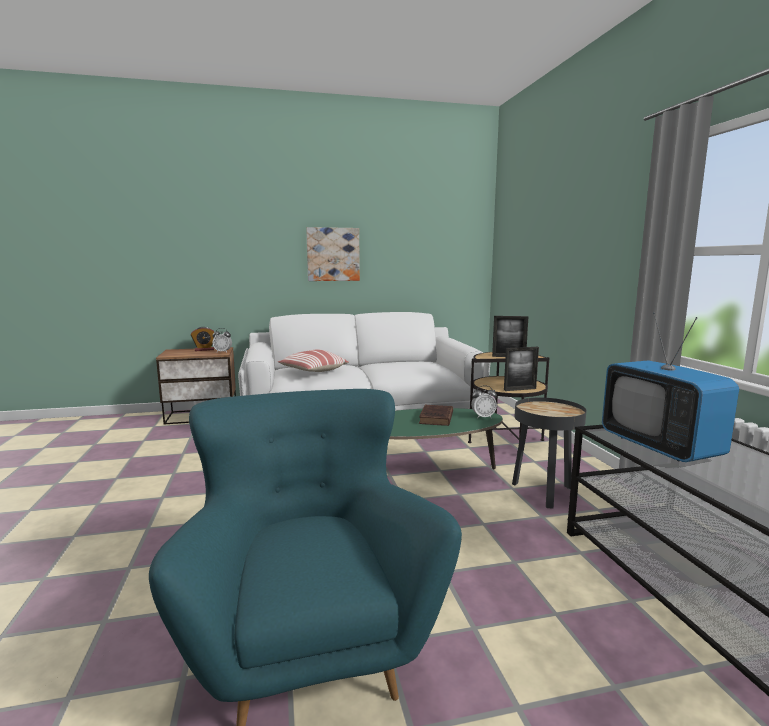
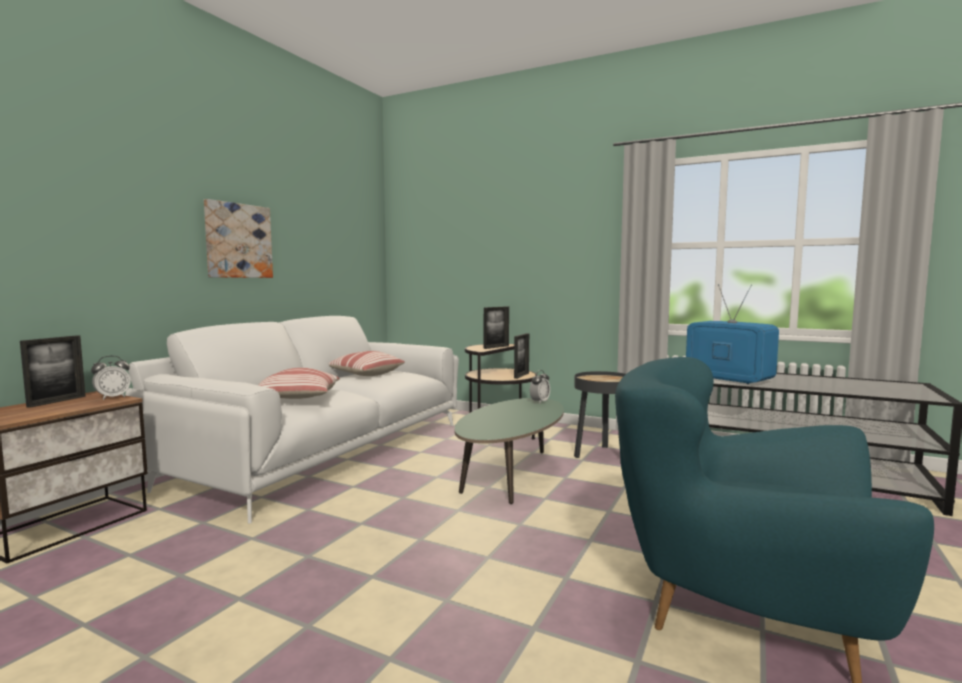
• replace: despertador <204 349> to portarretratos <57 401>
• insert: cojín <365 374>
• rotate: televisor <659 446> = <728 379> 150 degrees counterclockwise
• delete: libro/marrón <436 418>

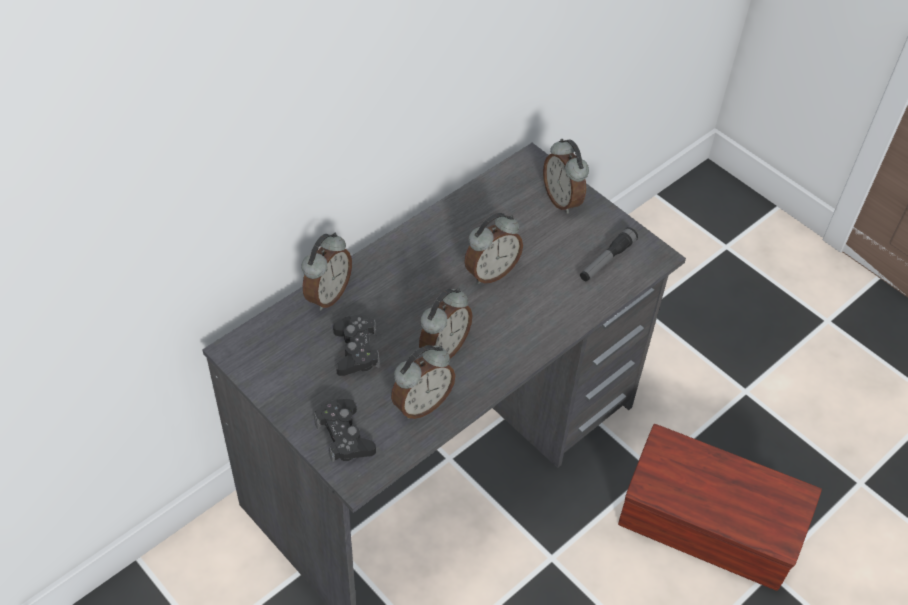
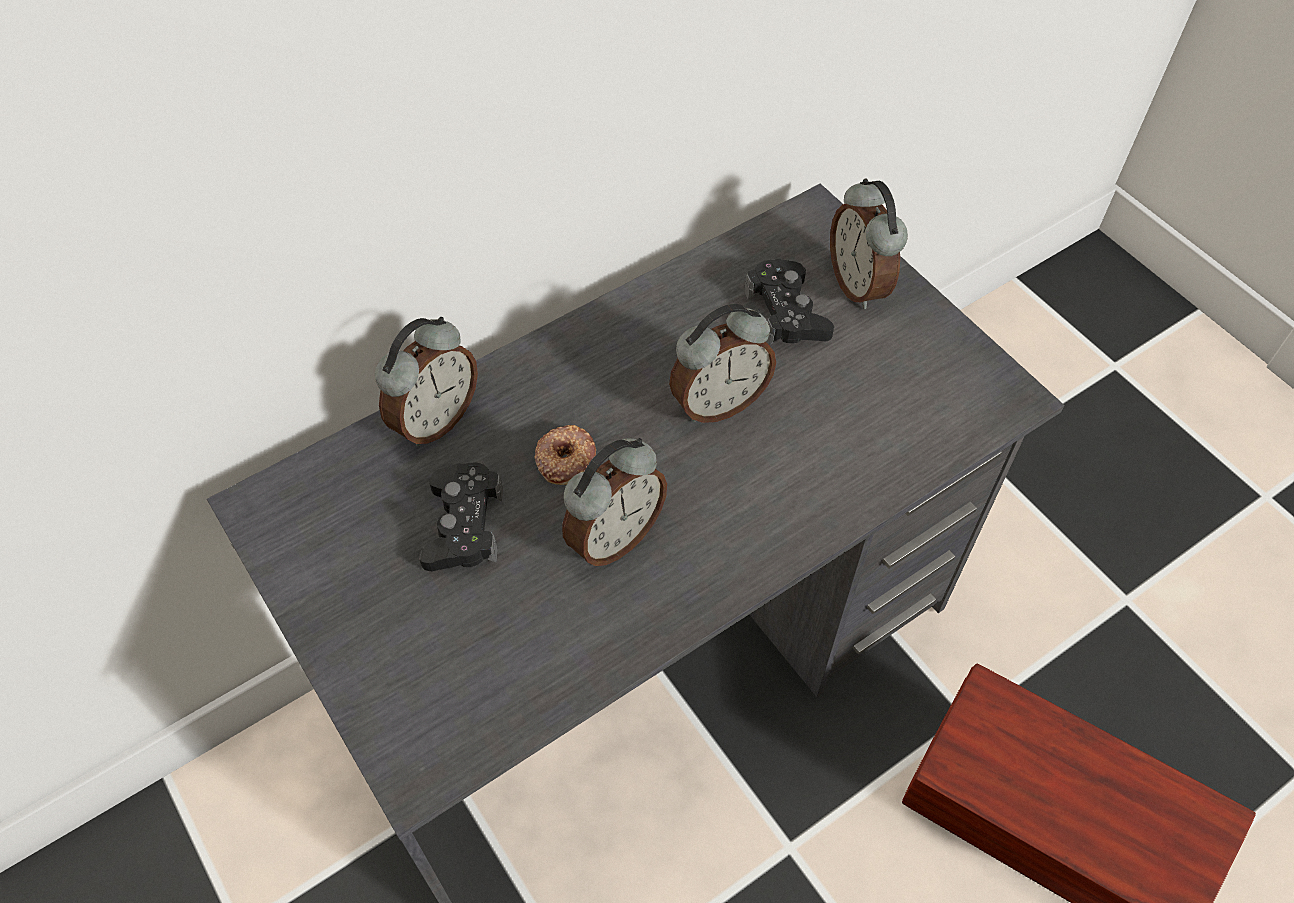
• insert: rosquilla <565 459>
• move: mando de consola/negro <344 436> to <787 313>
• delete: despertador <421 404>
• delete: linterna <607 260>

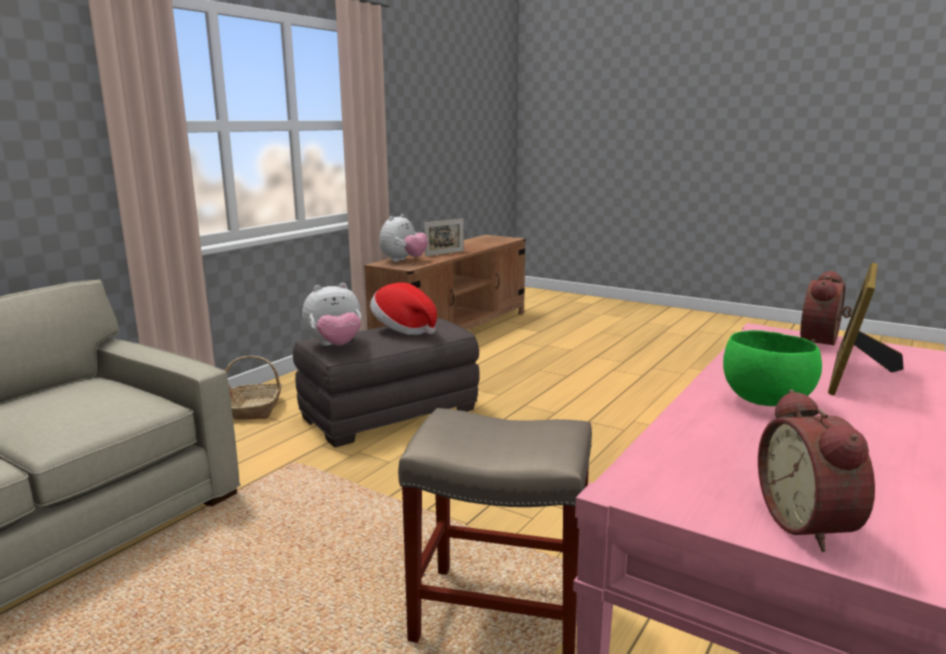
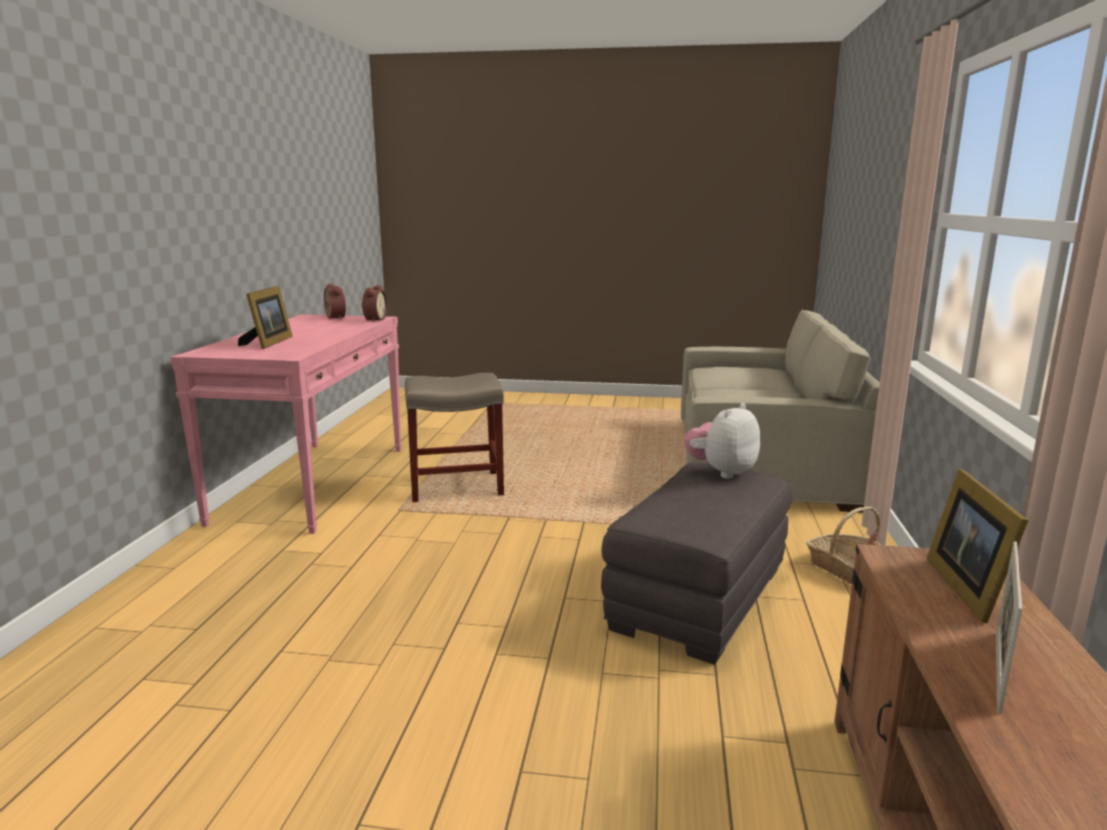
• move: despertador <823 342> to <374 320>
• replace: peluche <403 261> to portarretratos <969 587>
• delete: sombrero <403 329>
• delete: cuenco/verde <764 401>

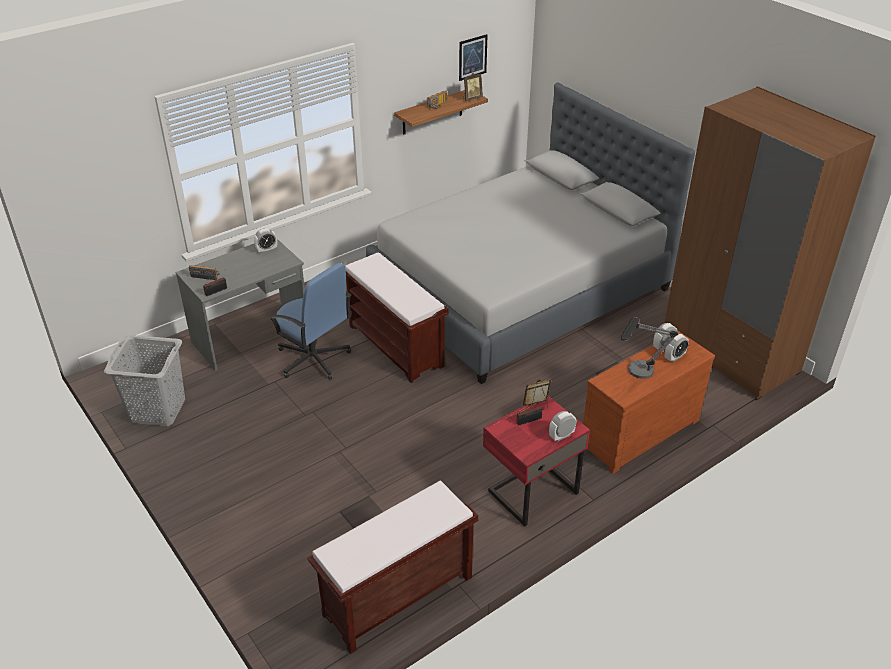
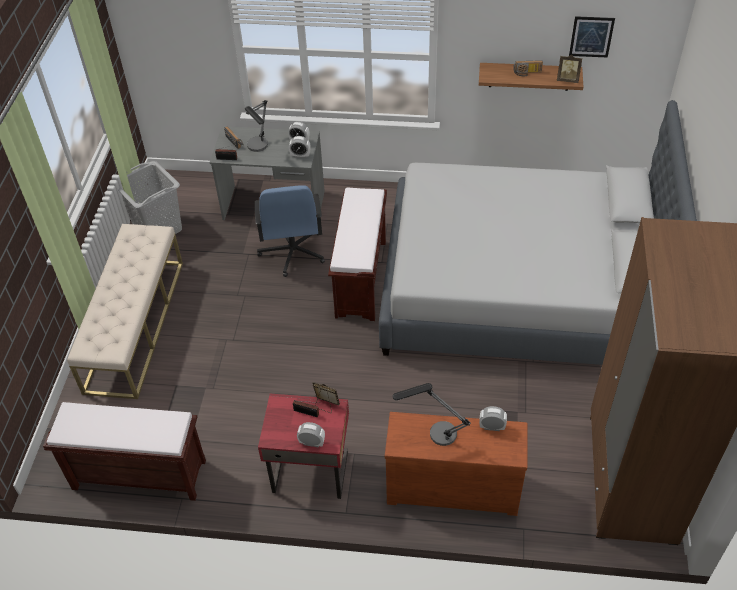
• insert: banco/beis <135 325>
• insert: lámpara de mesa <259 148>
• move: despertador <674 357> to <300 155>

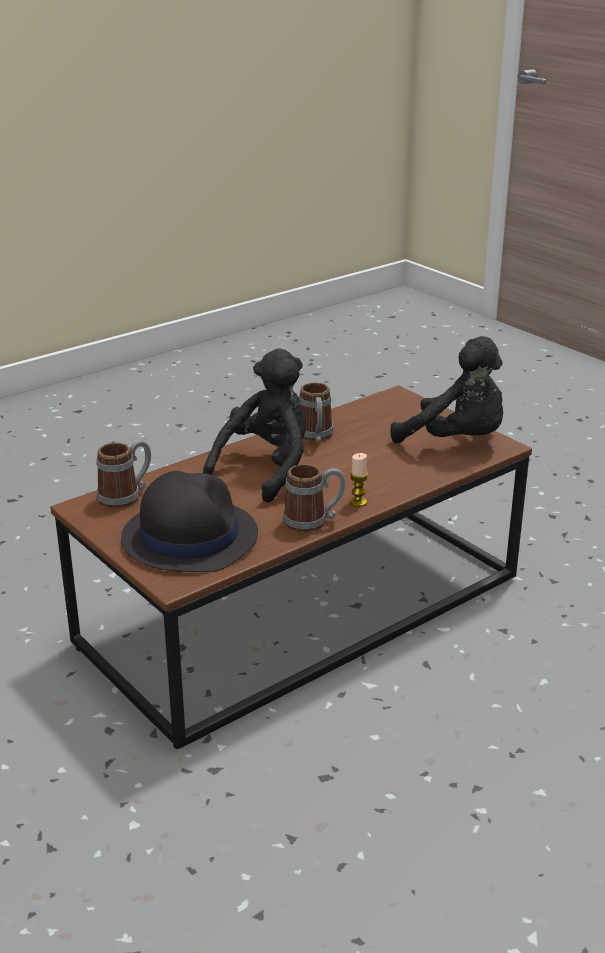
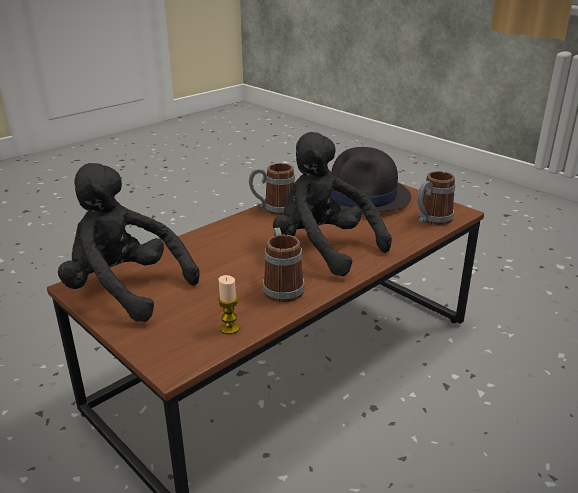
• move: vela <358 502> to <229 328>
• rotate: peluche/negro <266 469> = <323 248> 105 degrees clockwise

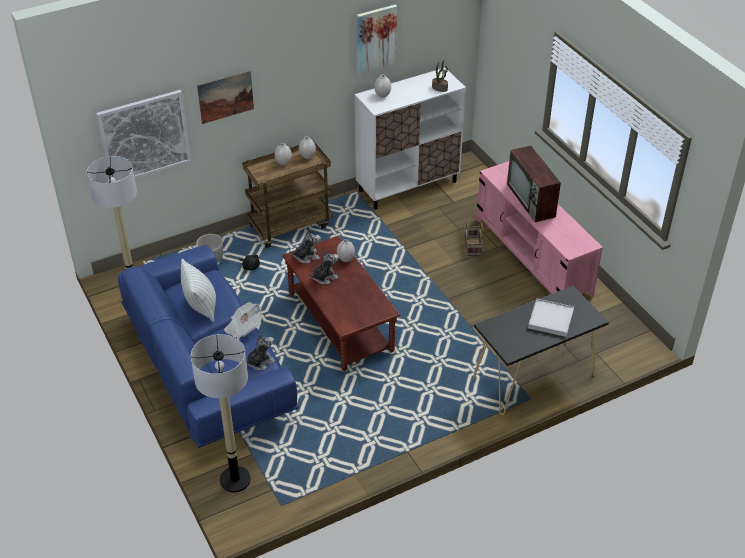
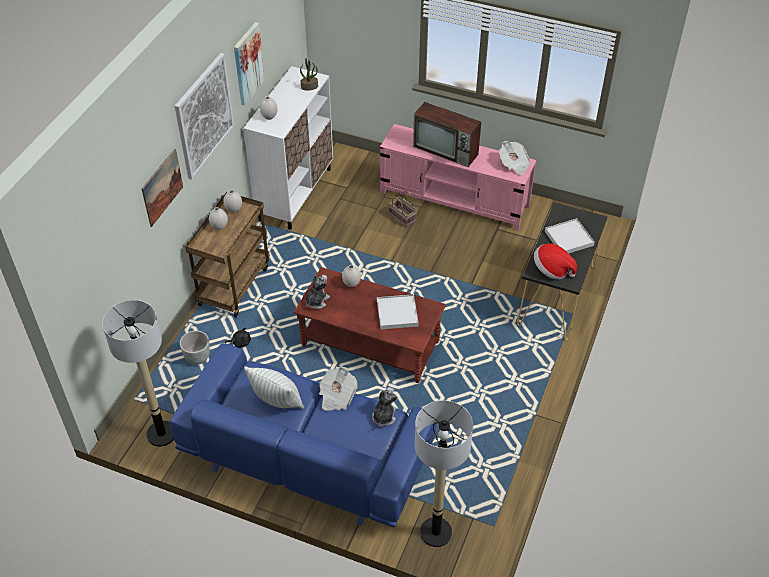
• move: cuadro <144 137> to <204 116>
• insert: bandeja/blanco <397 313>
• insert: periódico <514 165>
• insert: sombrero <552 270>
• delete: peluche <324 277>

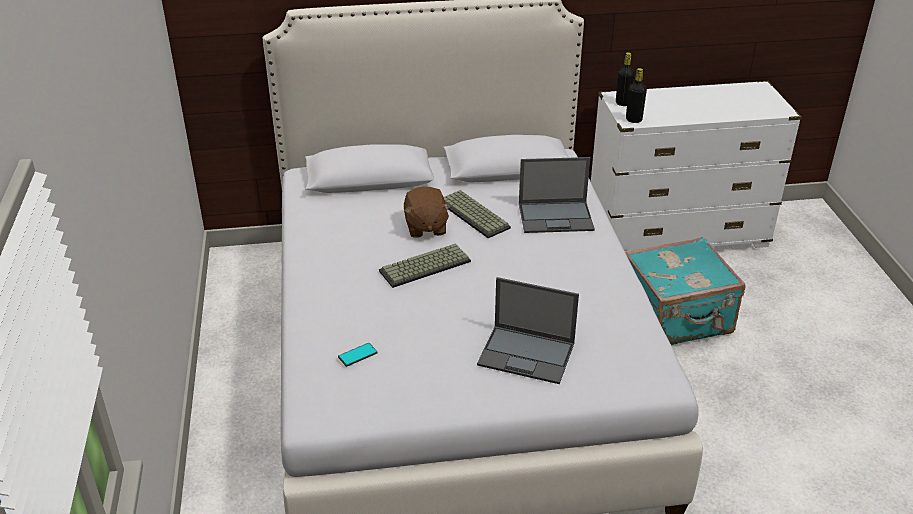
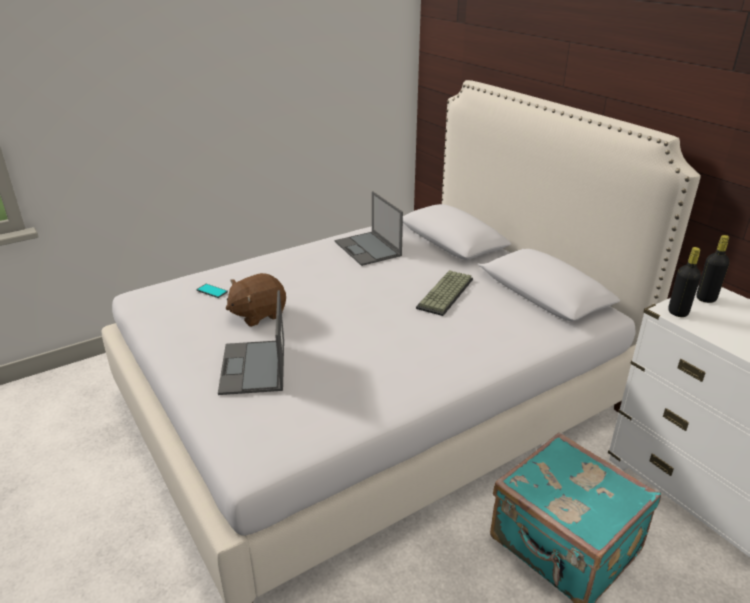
• move: peluche/marrón <425 227> to <258 314>
• move: portátil <556 217> to <368 249>
• delete: teclado <425 267>

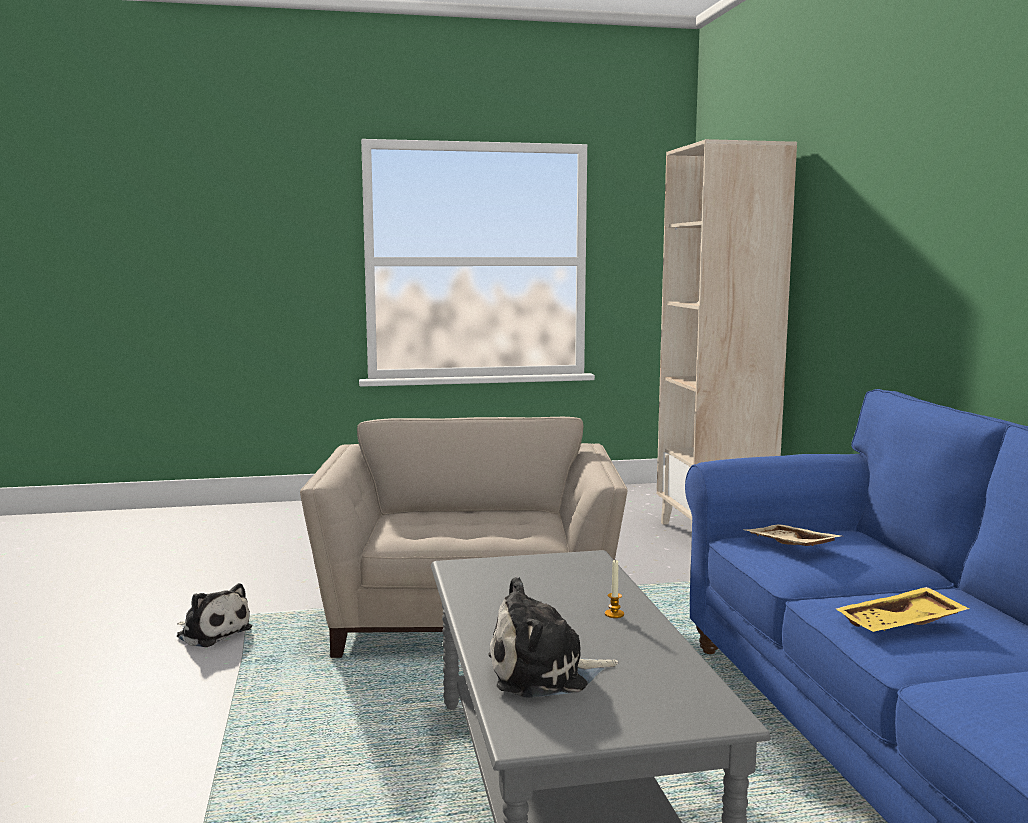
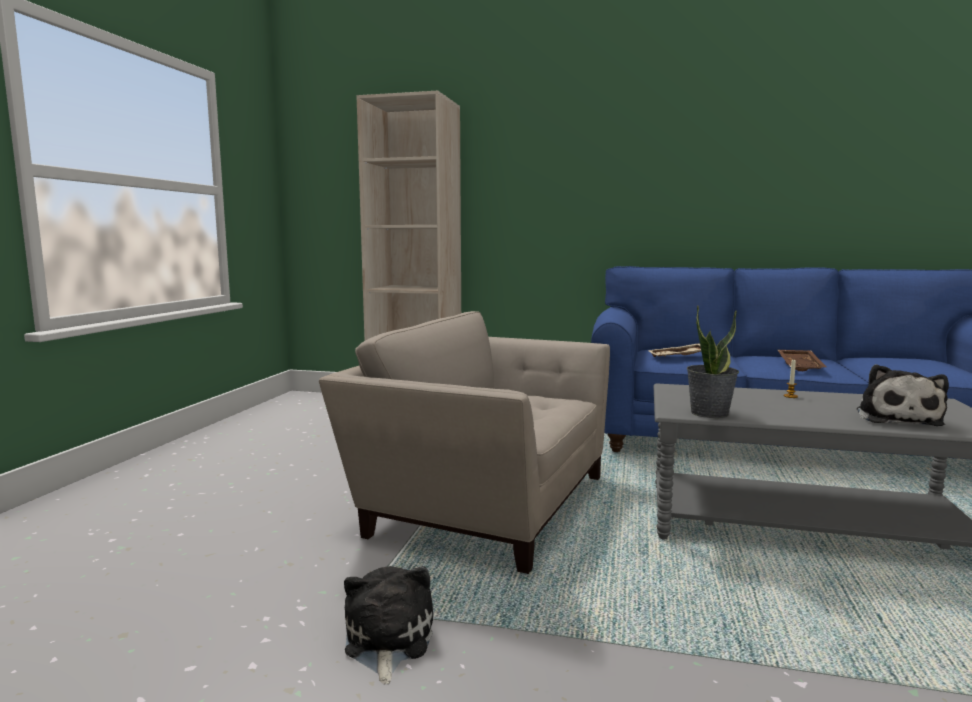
• rotate: peluche <212 632> = <387 641> 60 degrees counterclockwise
• insert: planta en maceta <709 413>
• recolor: bandeja/amarillo <901 625> to bandeja/marrón <801 366>

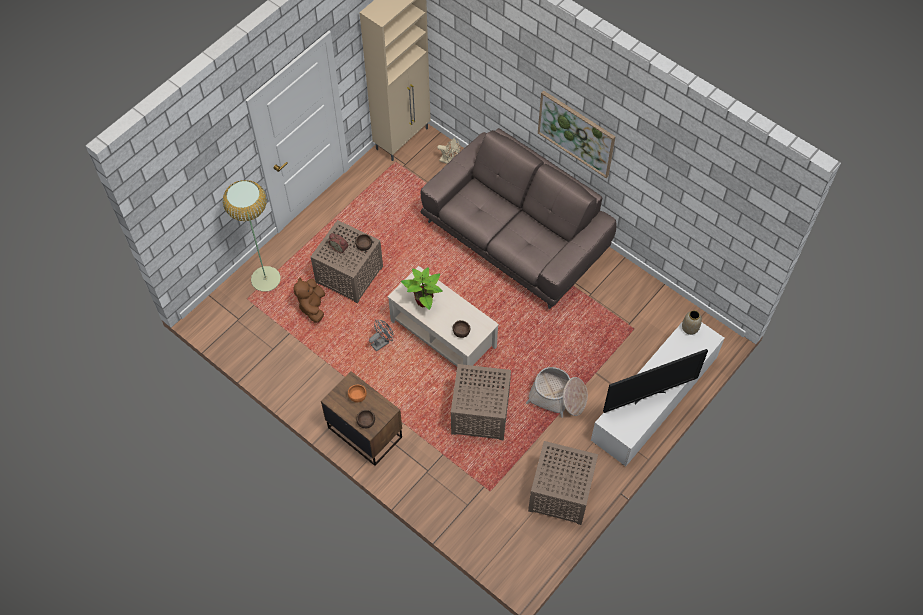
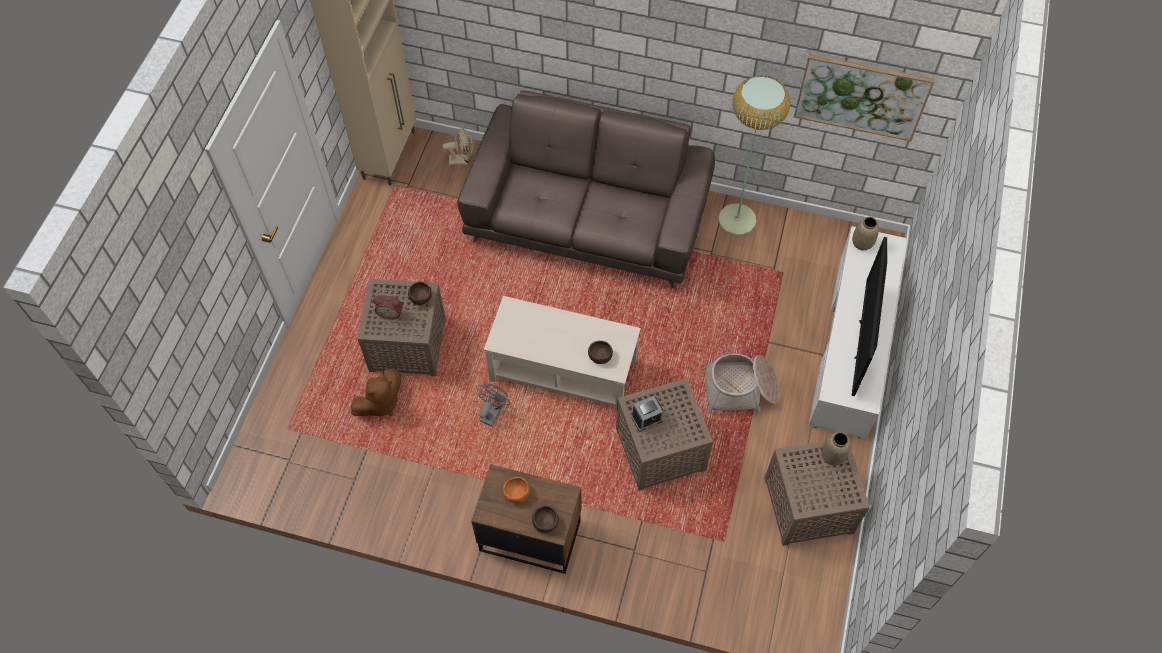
• rotate: peluche/marrón <312 306> = <380 403> 105 degrees counterclockwise
• insert: despertador <647 418>
• move: lámpara de pie <266 279> to <737 219>
• move: cuadro <576 133> to <861 96>
• insert: florero <832 456>
• rotate: televisor <649 395> = <861 340> 150 degrees clockwise
• delete: planta en maceta <424 301>

